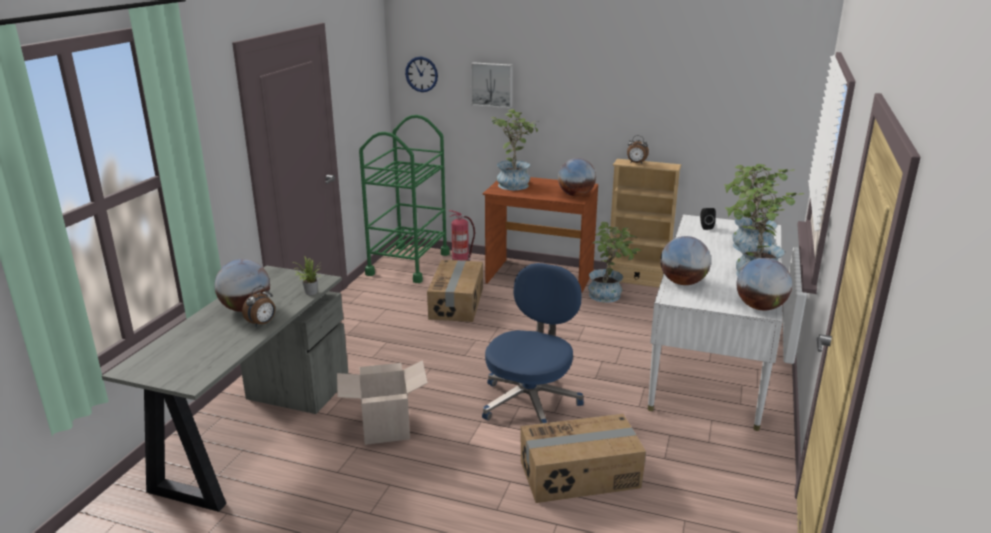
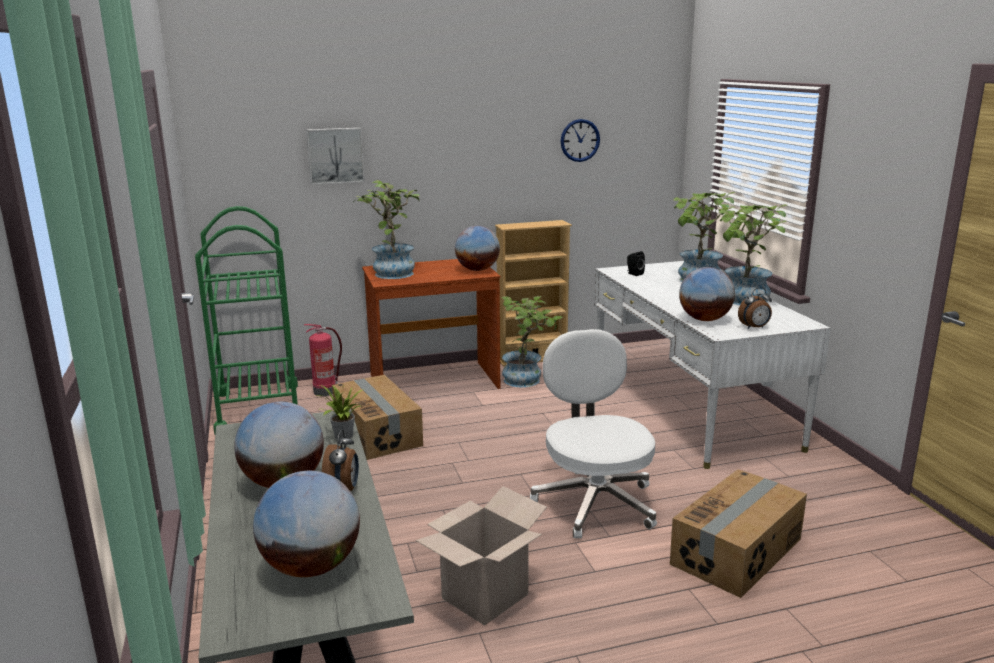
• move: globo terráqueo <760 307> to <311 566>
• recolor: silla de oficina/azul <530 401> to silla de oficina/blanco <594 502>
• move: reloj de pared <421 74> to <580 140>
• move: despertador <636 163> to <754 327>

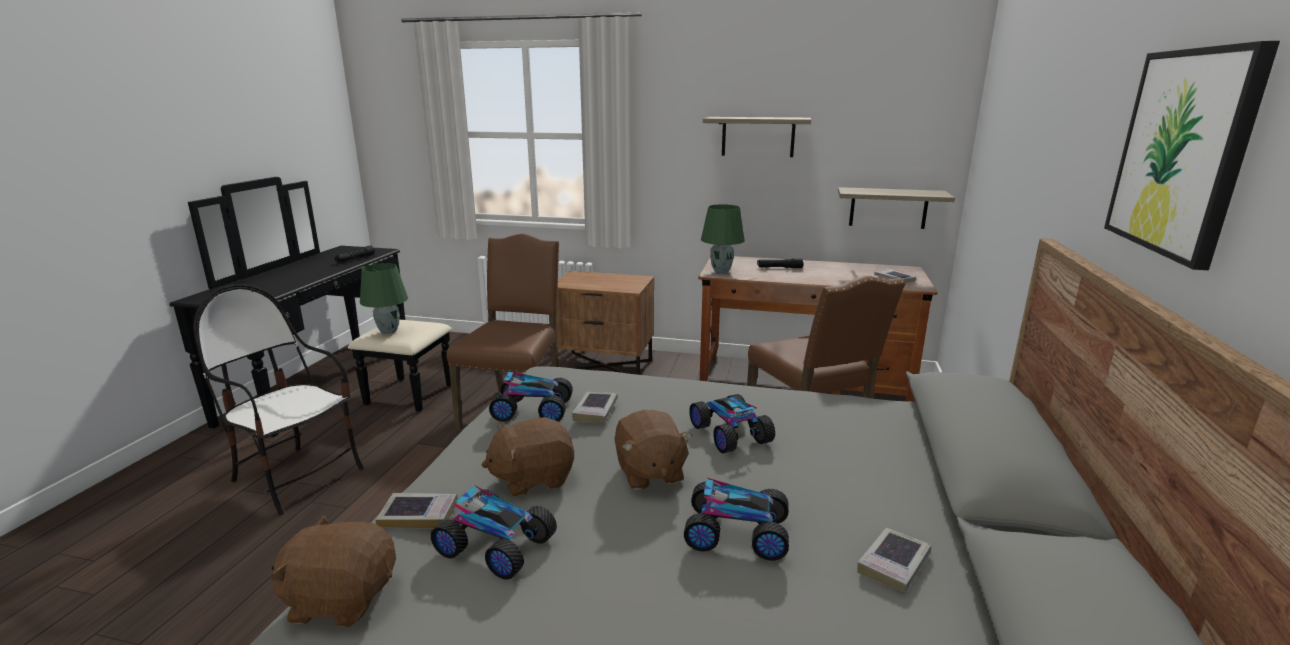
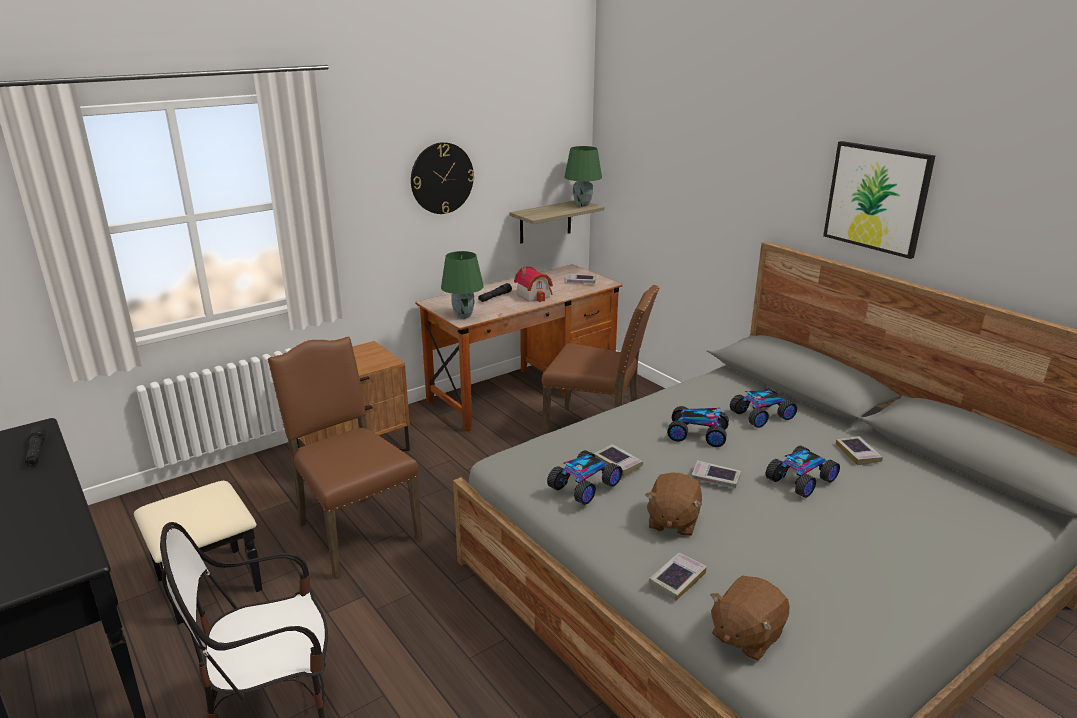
• replace: estante <758 136> to reloj de pared <442 178>
• insert: casita <534 295>
• move: lámpara de mesa/verde <388 331> to <582 205>
• replace: peluche/marrón <649 473> to libro <715 478>
• move: coche de juguete <495 547> to <762 415>

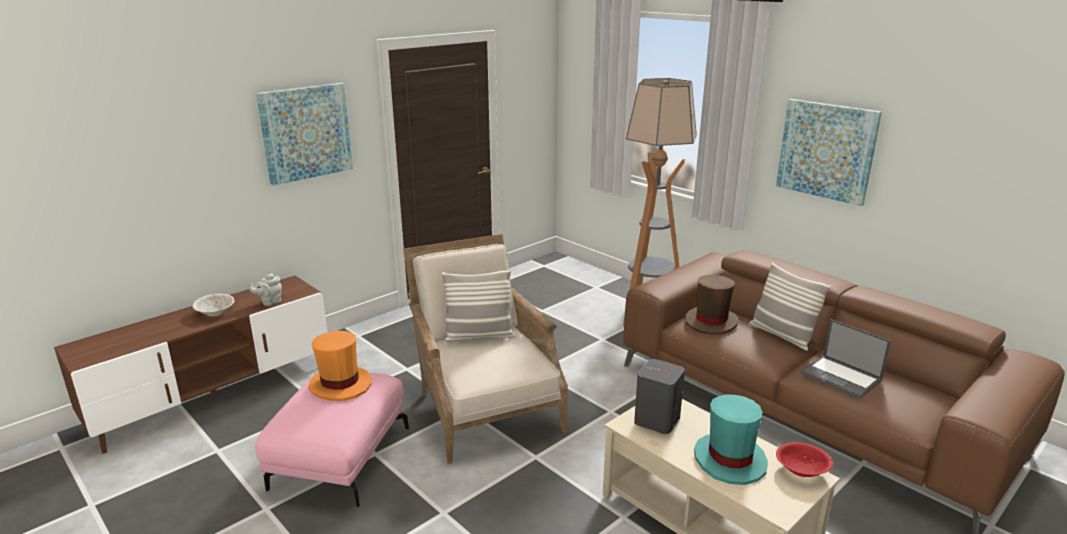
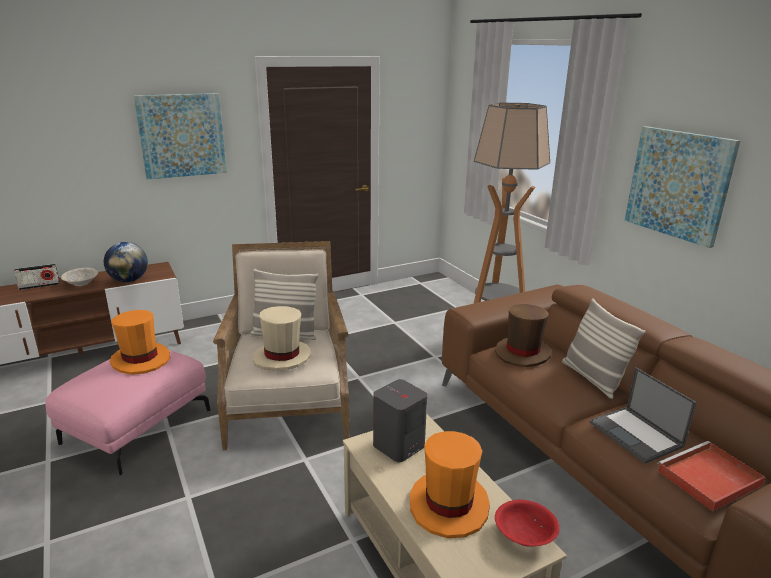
• insert: radio <39 286>
• replace: tetera/gris <269 302> to globo terráqueo <129 280>
• insert: sombrero/beis <282 357>
• recolor: sombrero/turquesa <730 460> to sombrero/naranja <449 505>
• insert: bandeja/rojo <708 479>

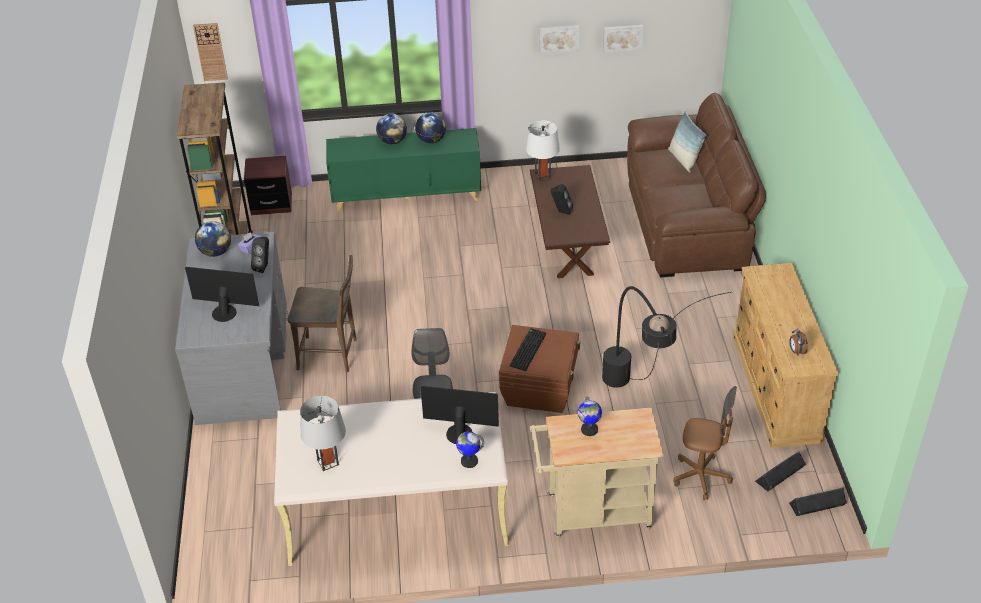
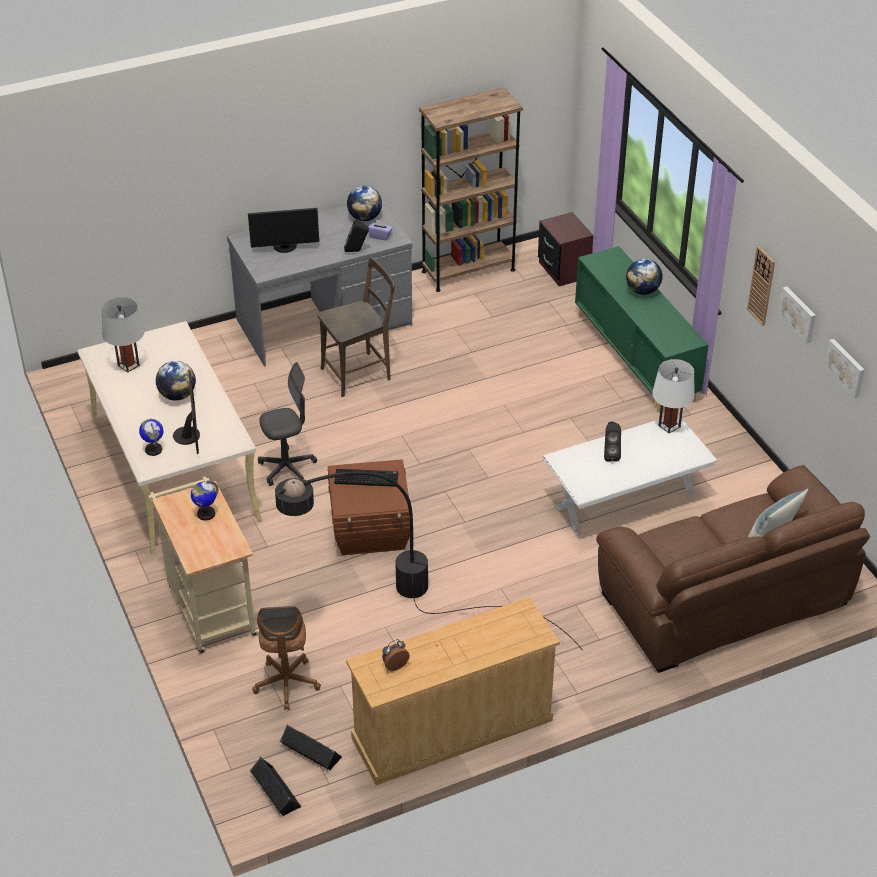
• move: globo terráqueo <431 140> to <177 395>
• rotate: monitor <225 311> = <285 247> 90 degrees clockwise
• rotate: silla/marrón <331 355> = <359 373> 105 degrees counterclockwise
• recolor: mesa de centro/marrón <568 241> to mesa de centro/blanco <625 501>
• move: reloj de pared <210 52> to <761 285>

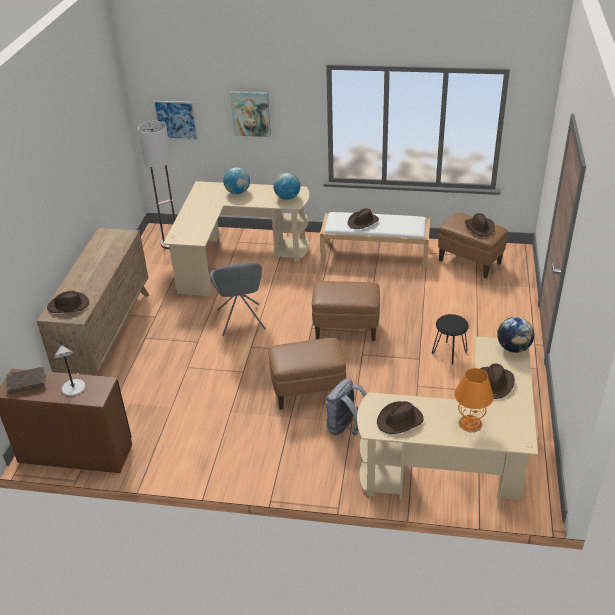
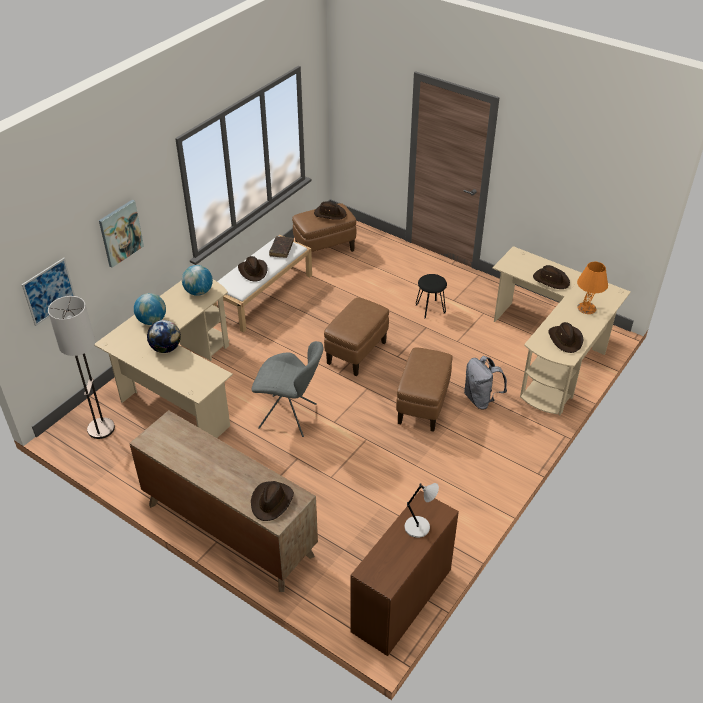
• move: globo terráqueo <513 348> to <166 348>
• move: libro/marrón <27 384> to <281 249>

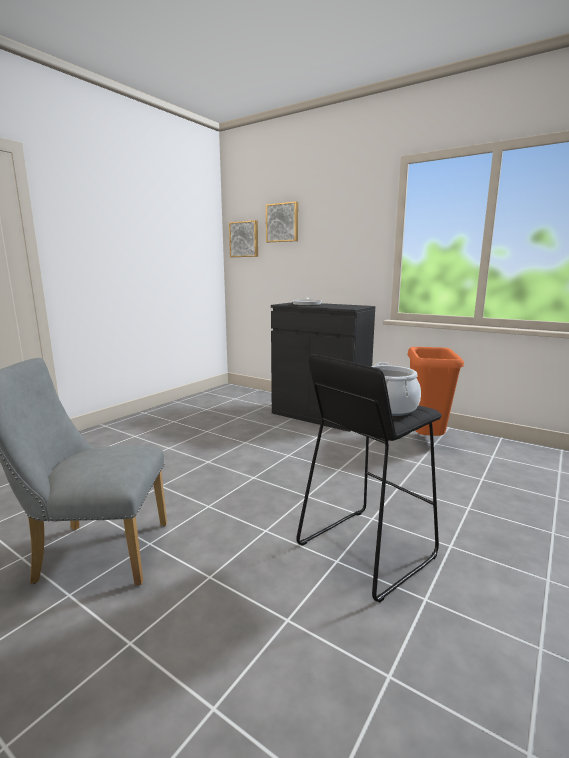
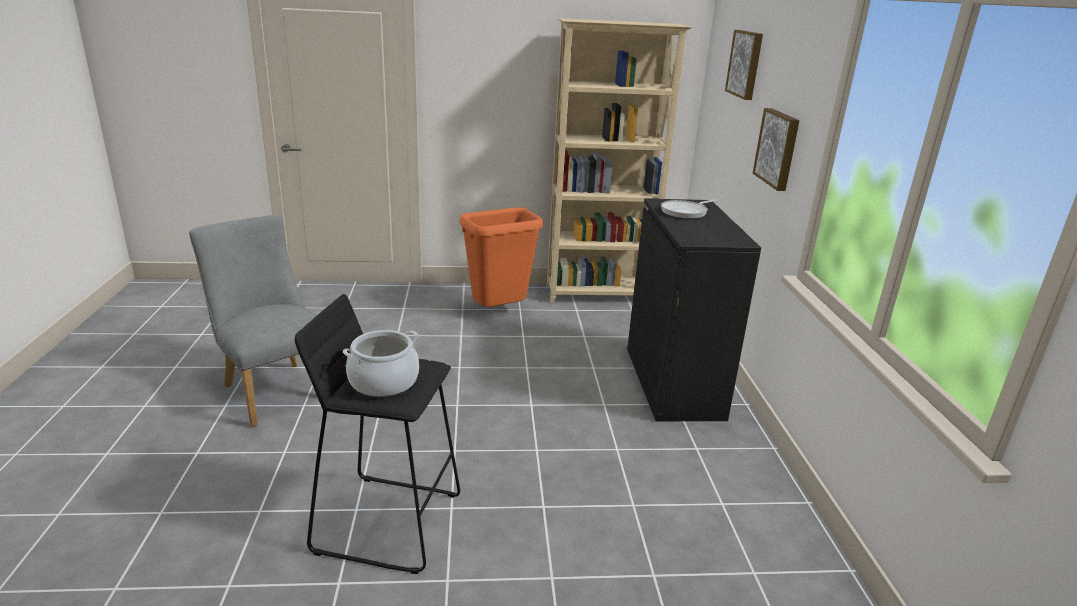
• move: papelera/naranja <425 440> to <499 312>
• insert: estantería/beis <599 295>
• move: cuadro <244 239> to <778 148>

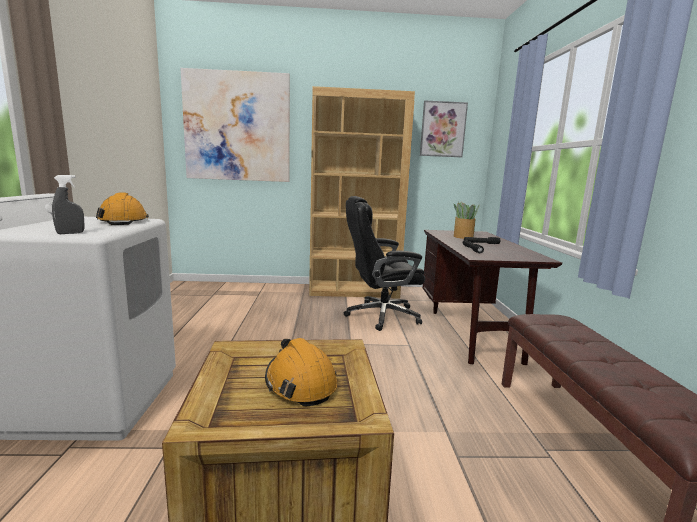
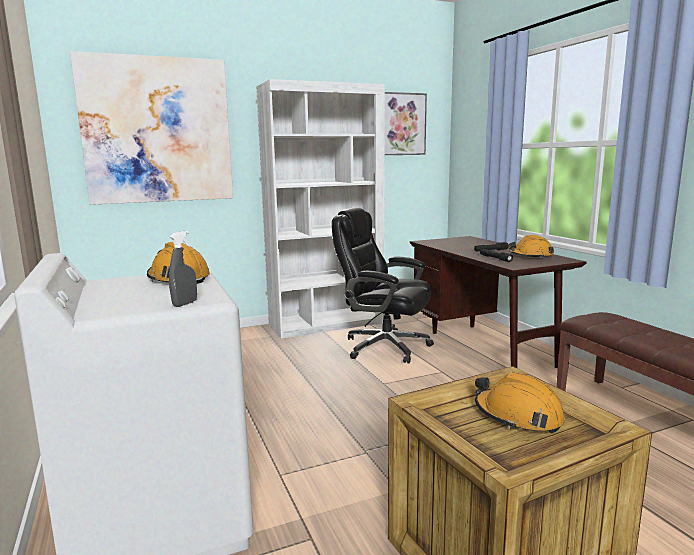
• recolor: estantería/marrón <354 291> to estantería/blanco <326 324>
• rotate: silla de oficina/negro <380 316> = <384 346> 60 degrees clockwise
• insert: casco/naranja <530 256>
• delete: planta en maceta <463 237>

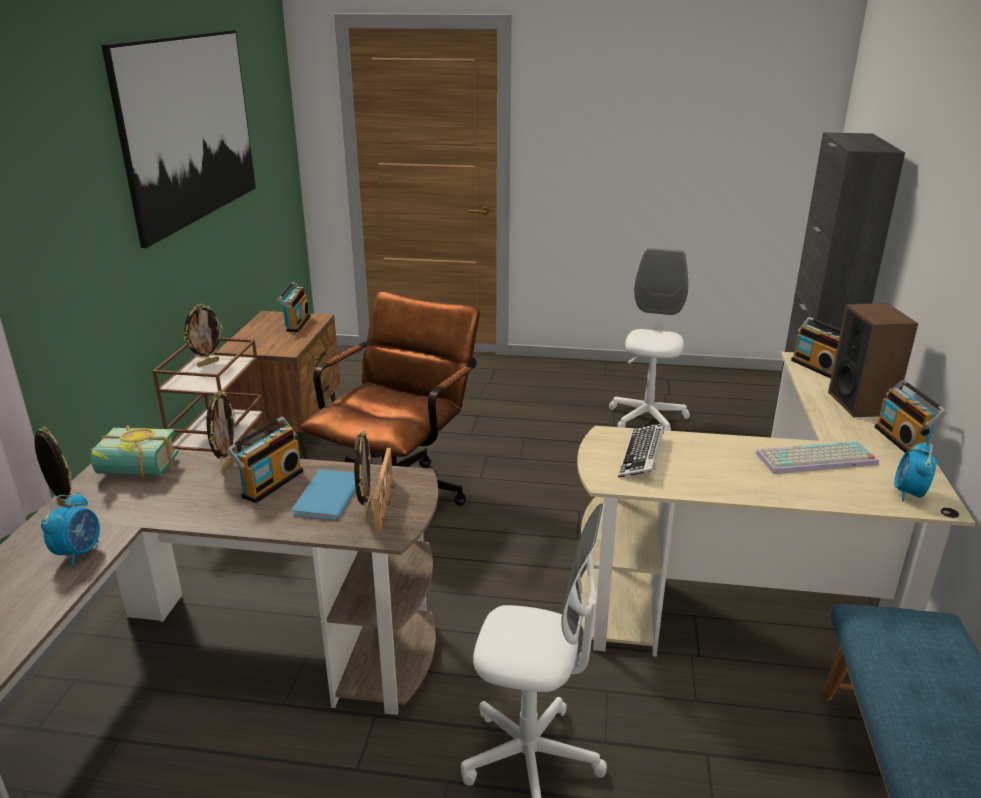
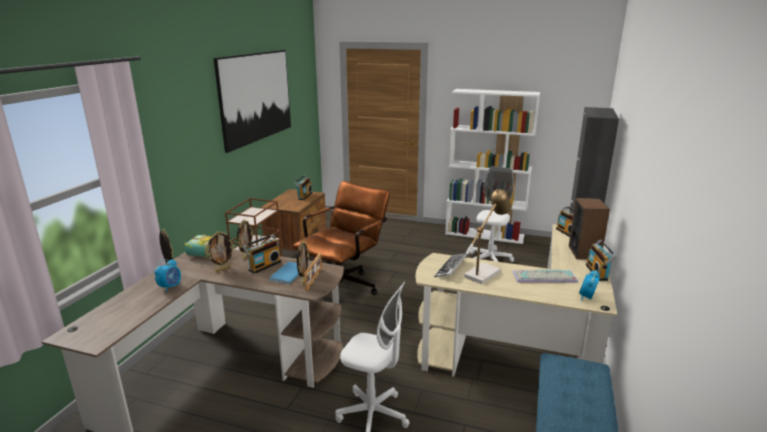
• move: portarretratos <208 363> to <223 269>
• insert: estantería/blanco <485 234>
• insert: lámpara de mesa <484 272>

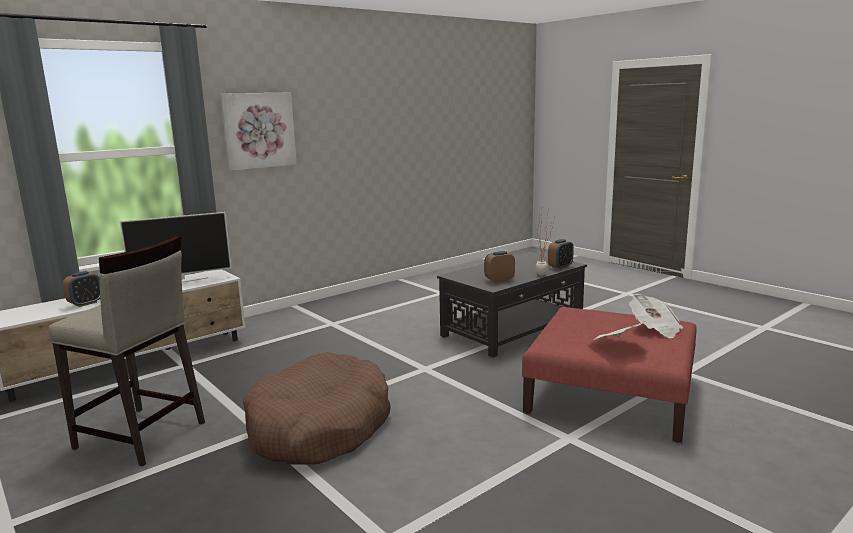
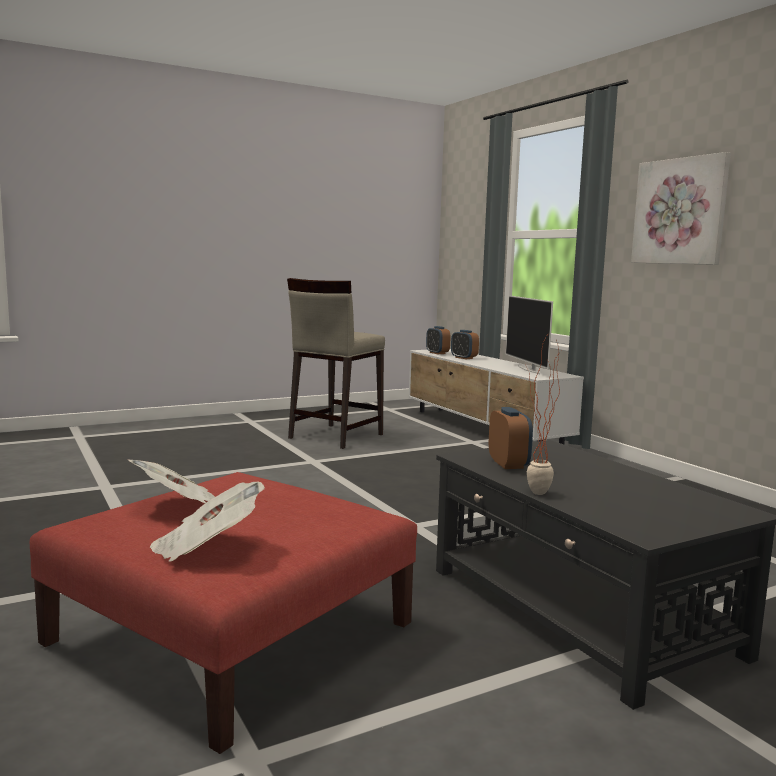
• move: despertador <560 267> to <437 353>
• delete: cama para perro/marrón <319 427>

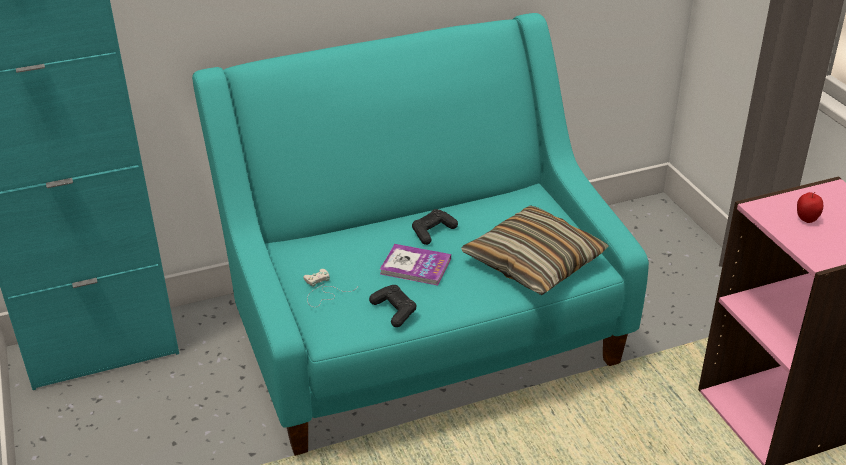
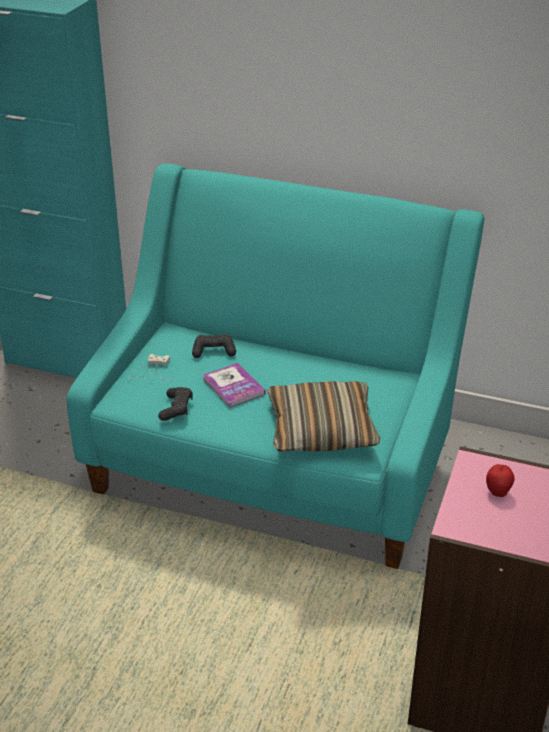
• move: mando de consola/negro <433 232> to <214 351>

